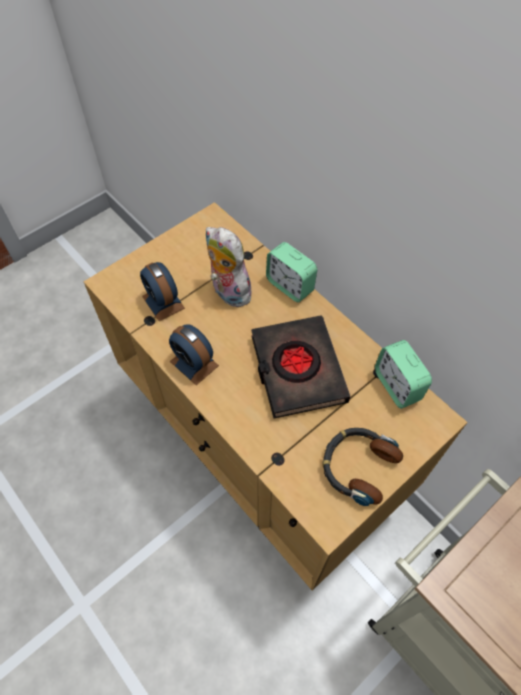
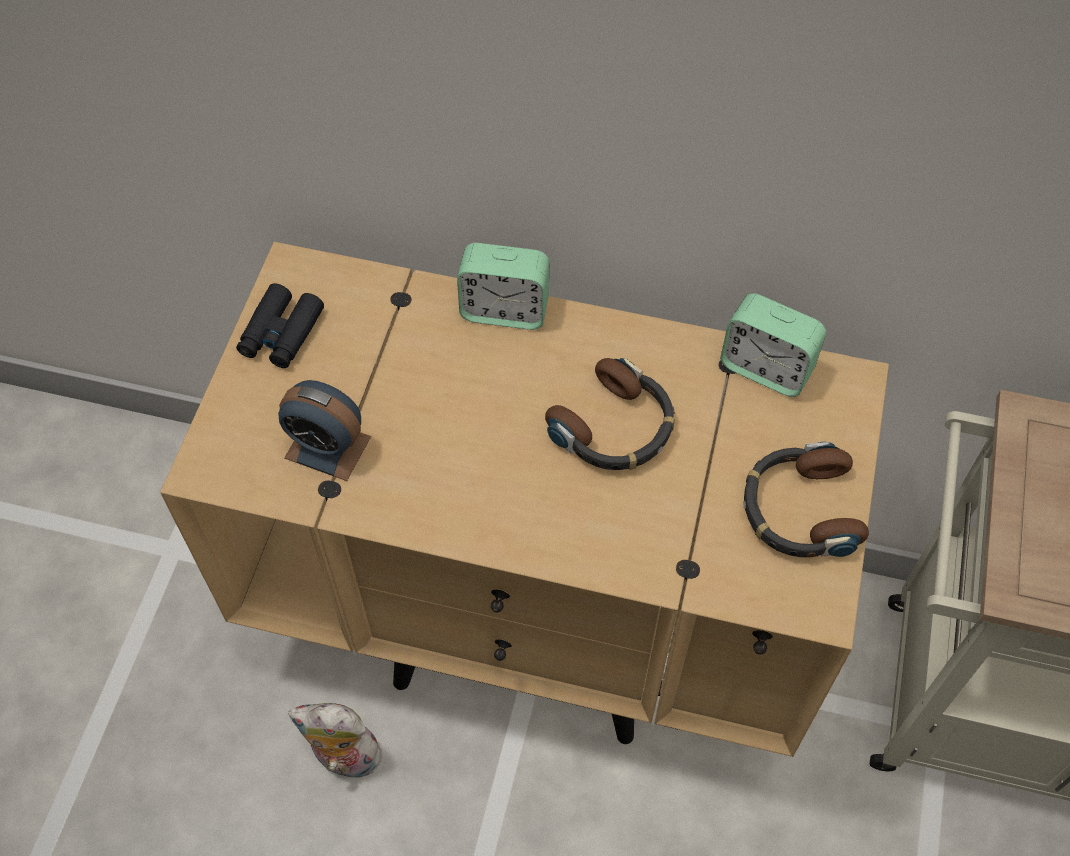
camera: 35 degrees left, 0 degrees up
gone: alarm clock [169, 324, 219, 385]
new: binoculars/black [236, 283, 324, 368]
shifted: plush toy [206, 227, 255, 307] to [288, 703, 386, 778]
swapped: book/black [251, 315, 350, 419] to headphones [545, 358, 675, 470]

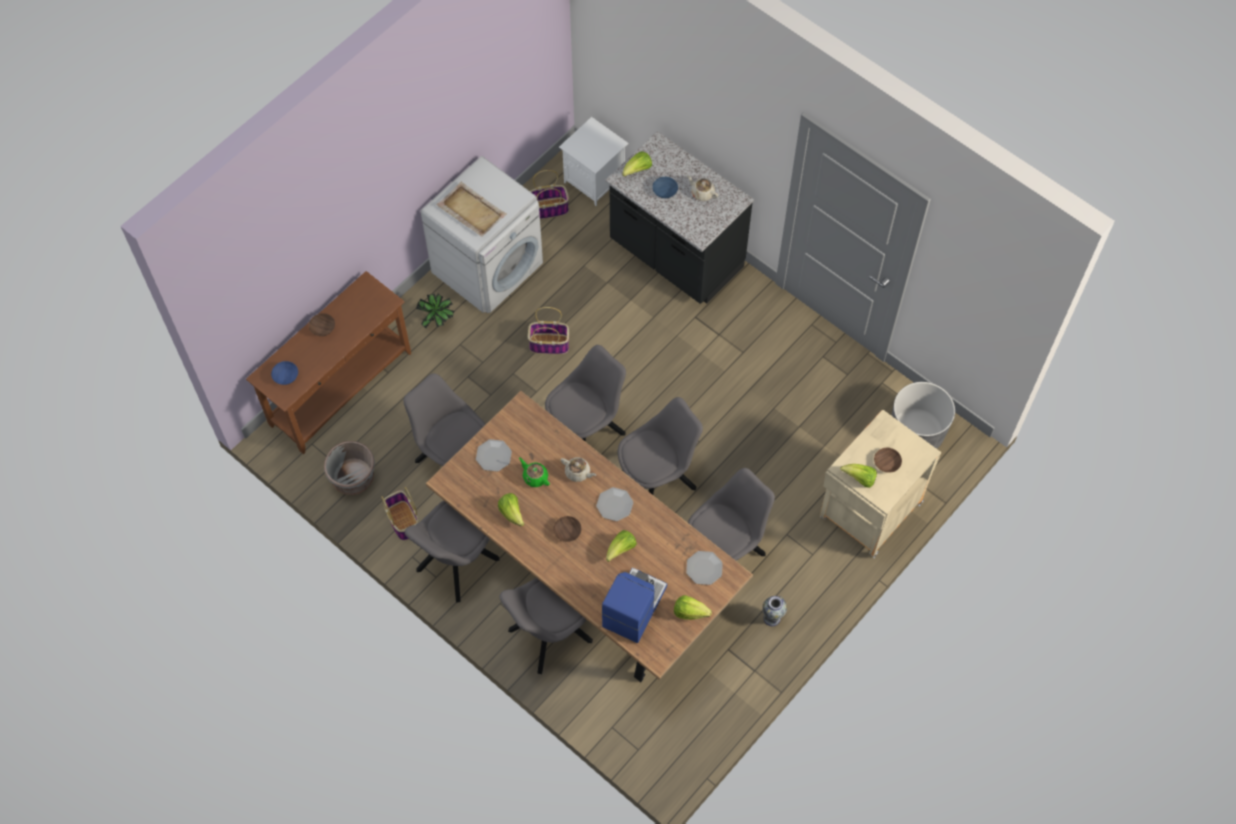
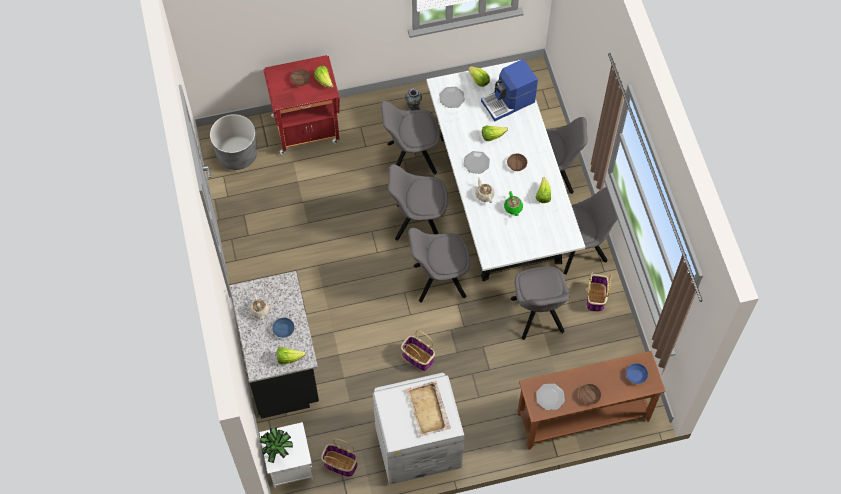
camera: 145 degrees left, 0 degrees up
gone: planter/grey [324, 441, 375, 495]
shifted: potted plant [416, 293, 455, 328] to [260, 427, 293, 463]; plate [476, 439, 512, 472] to [536, 384, 565, 410]
repainted: cart/beige [820, 410, 941, 558] to cart/red [263, 55, 340, 154]; dining table/brown [426, 391, 753, 682] to dining table/white [427, 60, 585, 281]

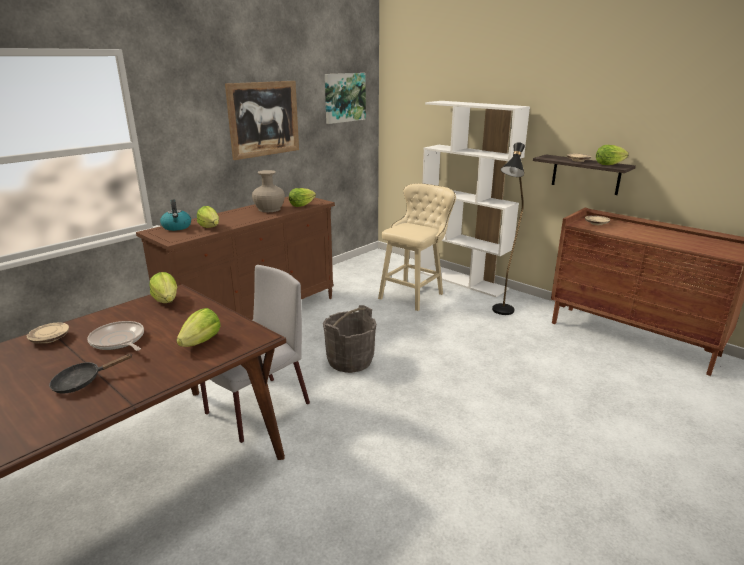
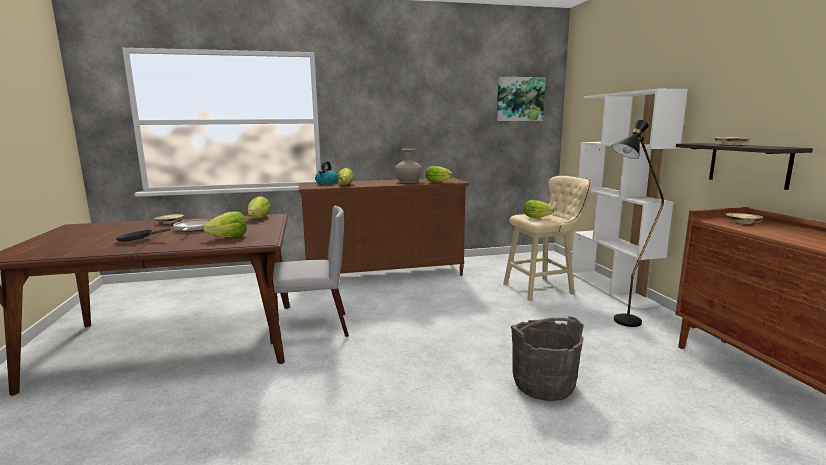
camera: 35 degrees right, 10 degrees down
gone: picture [225, 81, 299, 160]
shifted: bucket/grey [323, 305, 376, 373] to [511, 316, 584, 401]; lettuce [596, 145, 629, 165] to [524, 200, 555, 218]

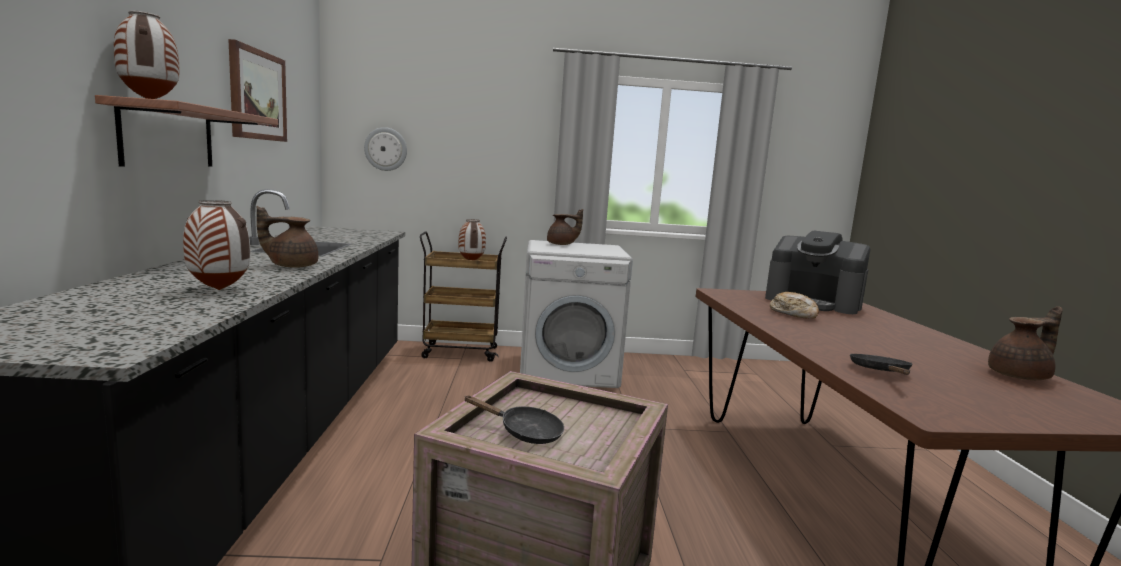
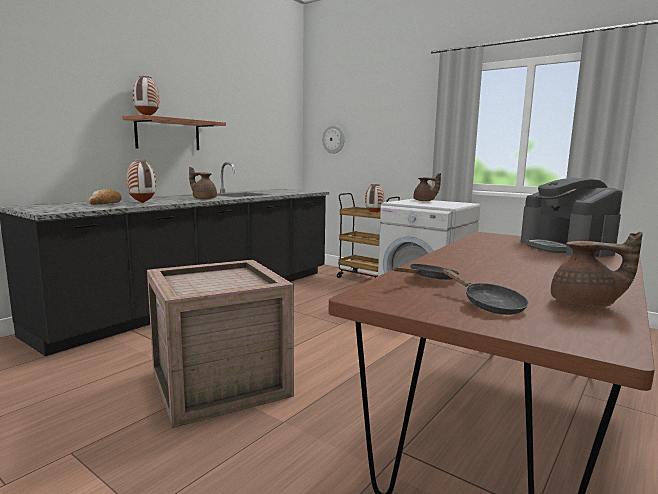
camera: 40 degrees right, 0 degrees up
gone: picture [228, 39, 287, 142]
shifted: bread [770, 292, 819, 319] to [88, 189, 122, 205]; frying pan/black [464, 395, 564, 444] to [442, 268, 529, 315]

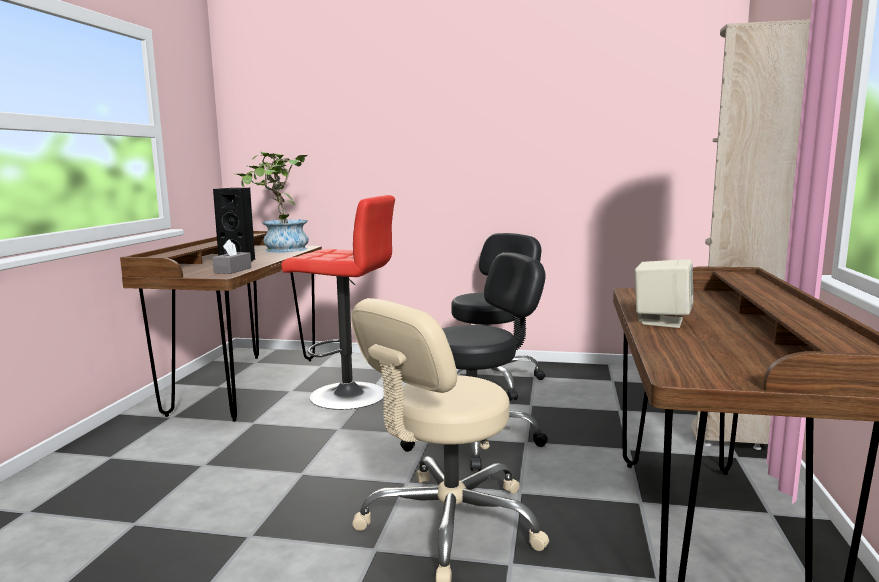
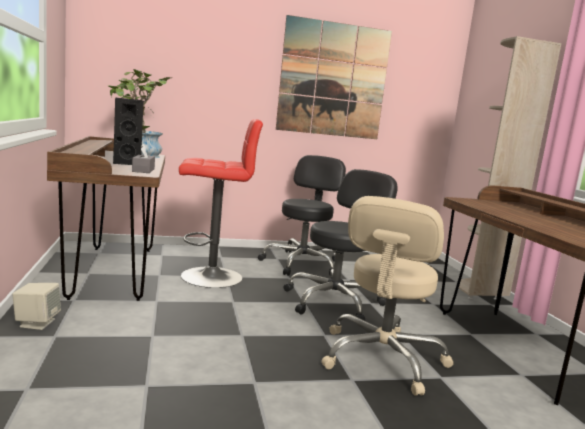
camera: 25 degrees left, 0 degrees up
new: picture [276, 15, 392, 139]
shifted: speaker/beige [635, 259, 694, 328] to [12, 283, 61, 330]

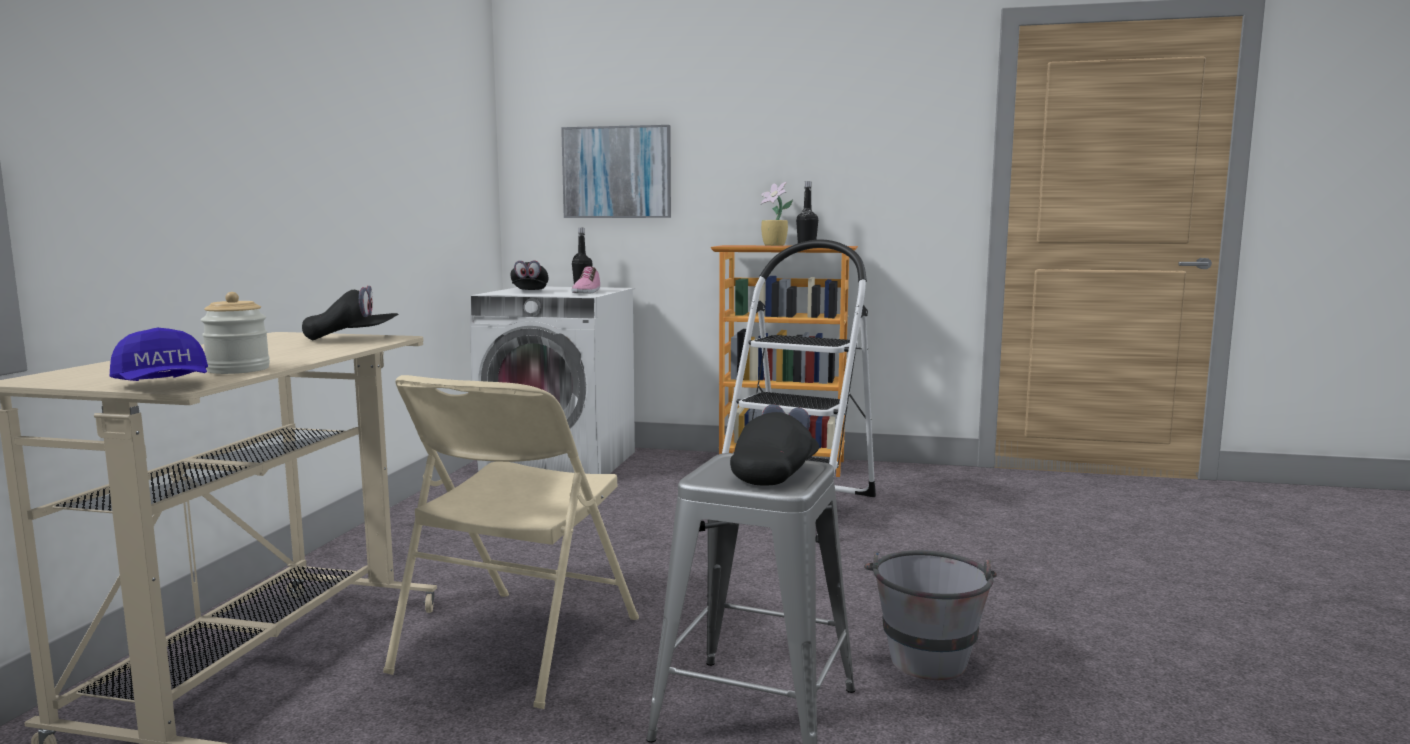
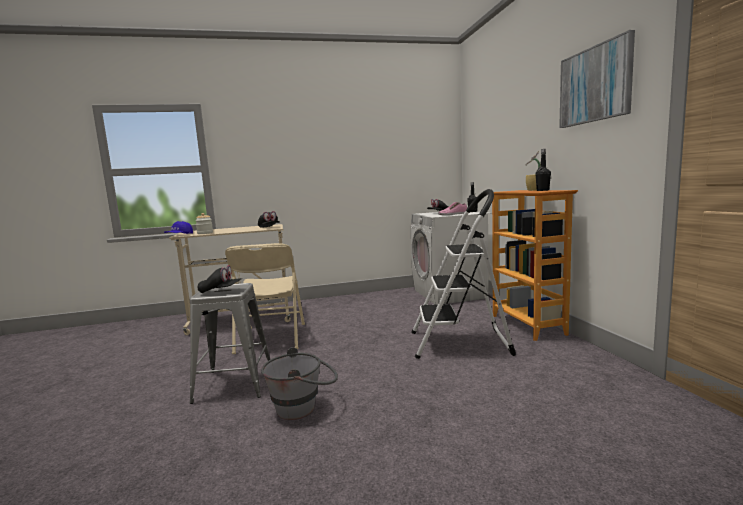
camera: 65 degrees right, 0 degrees up
shifted: picture [561, 125, 671, 218] to [559, 30, 635, 128]
rotated: chair/beige [383, 375, 639, 709] = [225, 243, 305, 354] 90 degrees counterclockwise

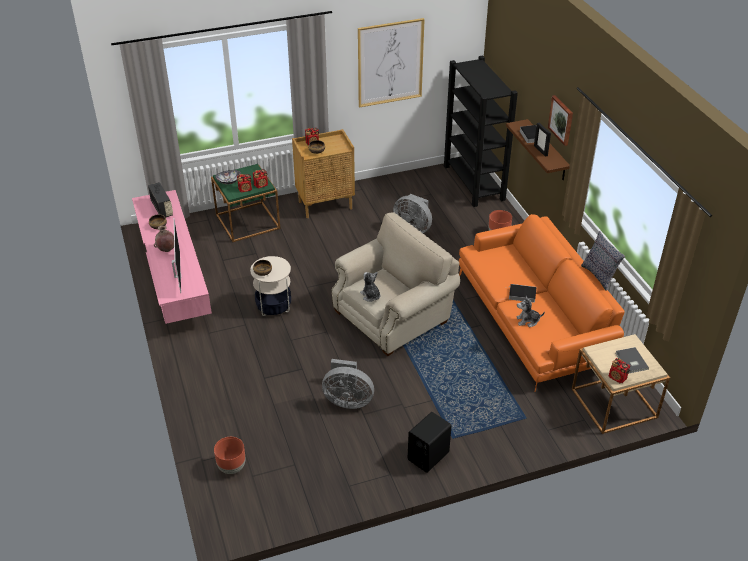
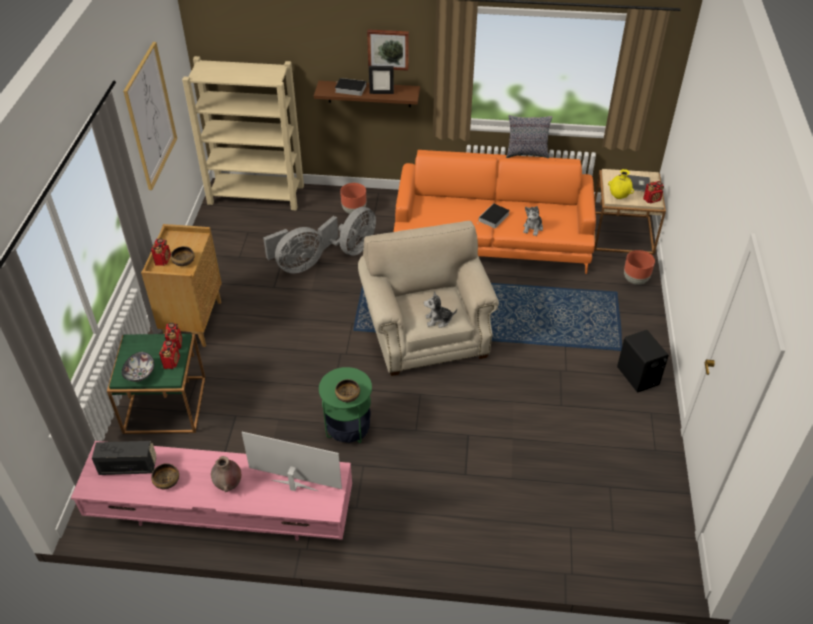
camera: 65 degrees left, 5 degrees up
new: vase/yellow [608, 169, 634, 199]
shifted: fan/grey [322, 359, 374, 409] to [318, 207, 376, 256]; planter/brown [214, 437, 246, 474] to [624, 250, 655, 285]
repainted: bookcase/black [444, 56, 518, 207] to bookcase/beige [182, 56, 304, 210]; side table/beige [250, 256, 291, 316] to side table/green [319, 367, 372, 443]

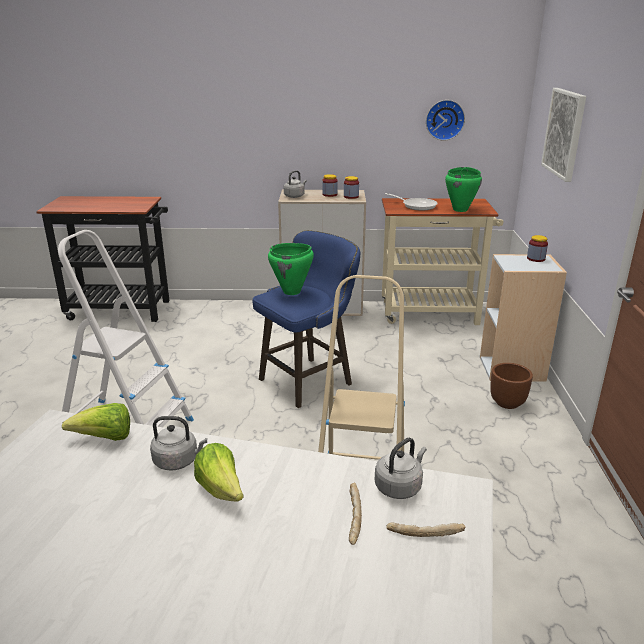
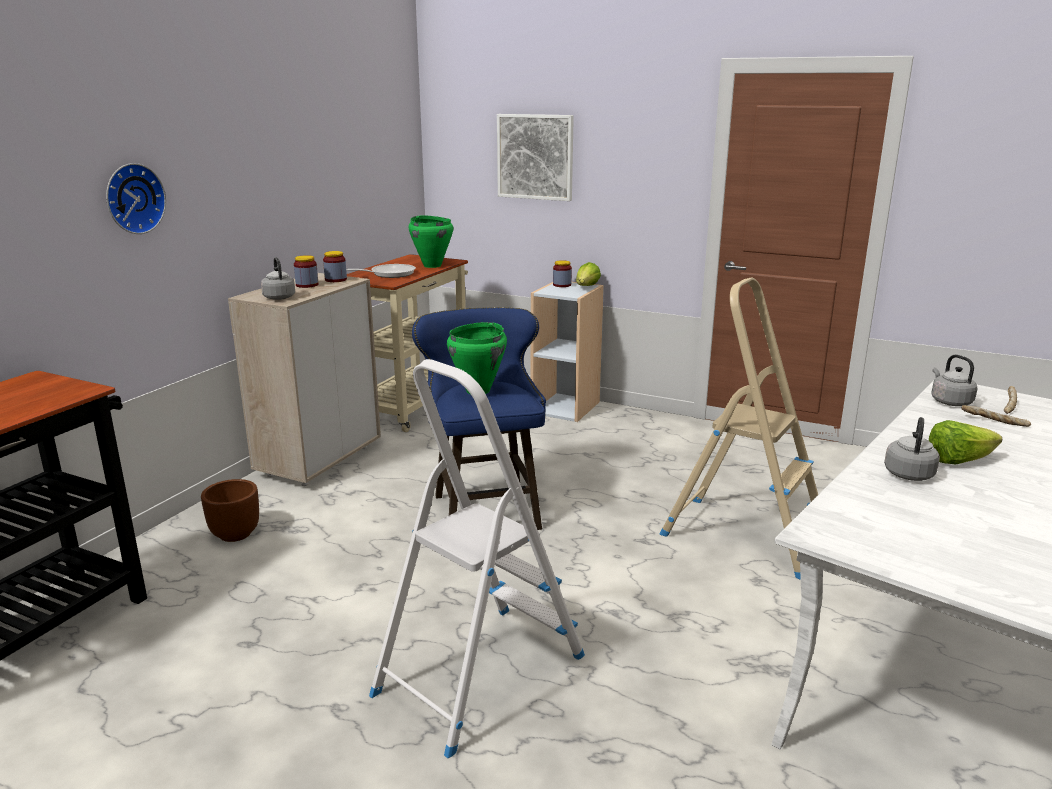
camera: 65 degrees left, 5 degrees down
shifted: wall clock [426, 100, 465, 141] to [106, 163, 166, 234]; planter/brown [490, 363, 533, 409] to [201, 479, 259, 542]; lettuce [62, 403, 130, 441] to [576, 262, 601, 286]

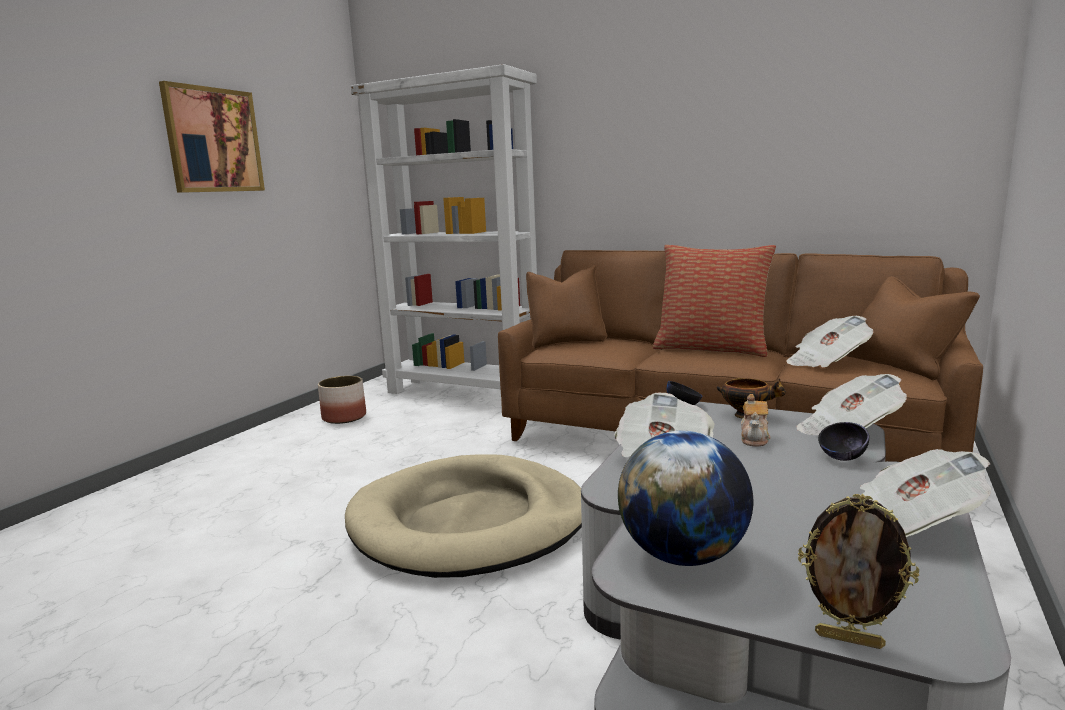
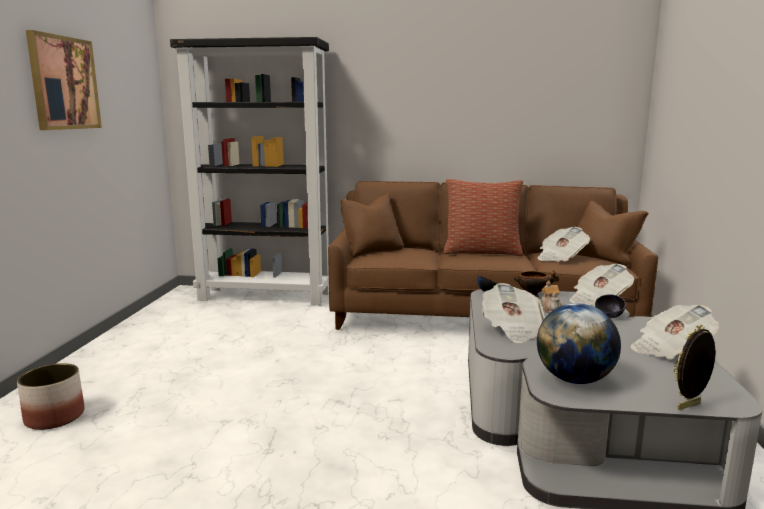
camera: 20 degrees left, 0 degrees up
gone: dog bed/beige [345, 454, 582, 578]
shifted: planter [318, 376, 366, 424] to [17, 363, 84, 430]
repainted: bookcase/white [351, 64, 537, 394] to bookcase/black [170, 37, 329, 305]
rotated: picture frame [798, 494, 919, 649] = [673, 325, 716, 410] 150 degrees clockwise

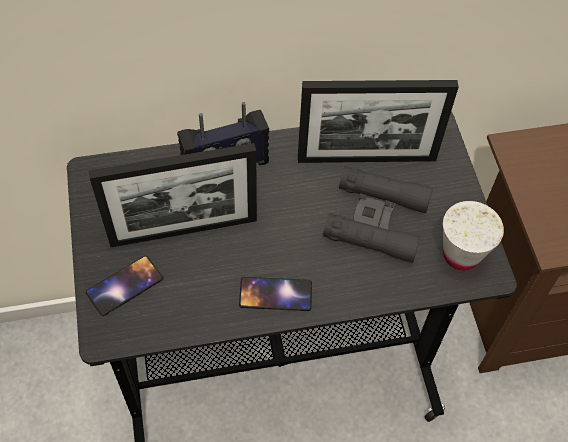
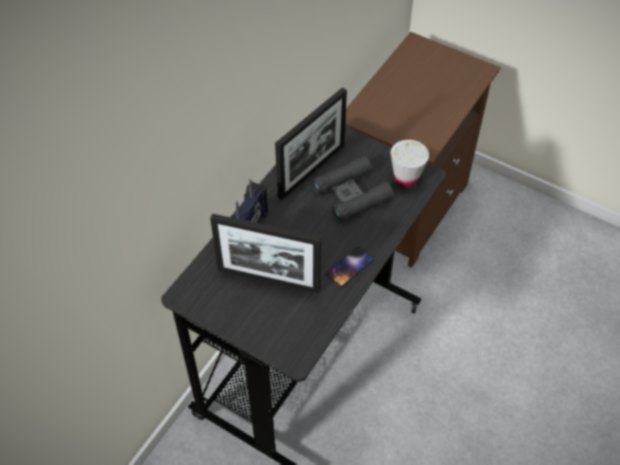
camera: 45 degrees left, 5 degrees down
gone: phone [86, 256, 163, 316]
rotated: picture frame [89, 143, 257, 247] = [210, 214, 321, 293] 75 degrees clockwise

